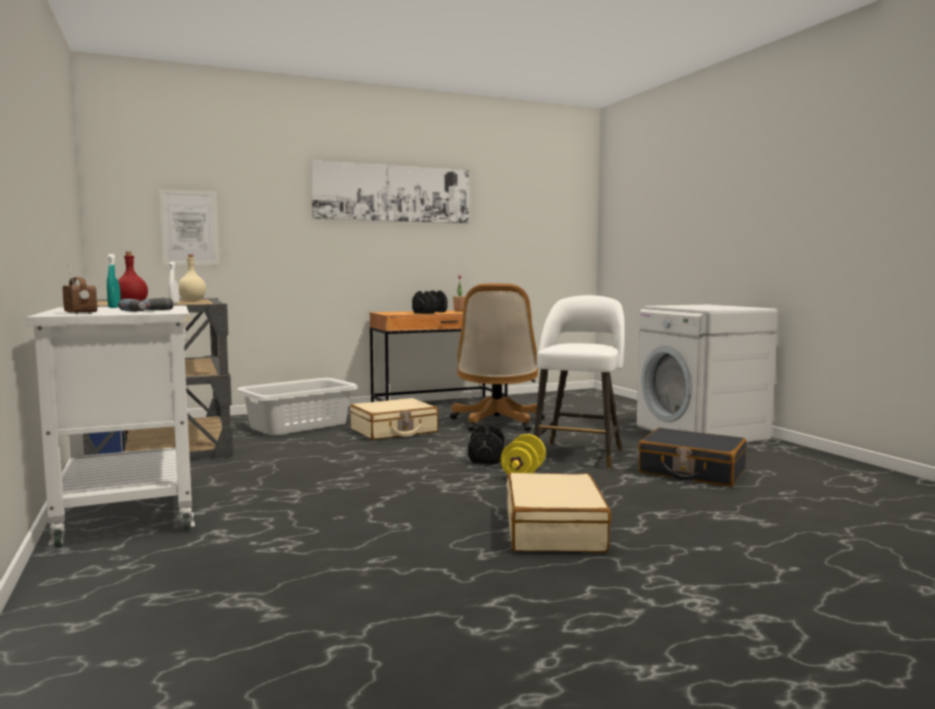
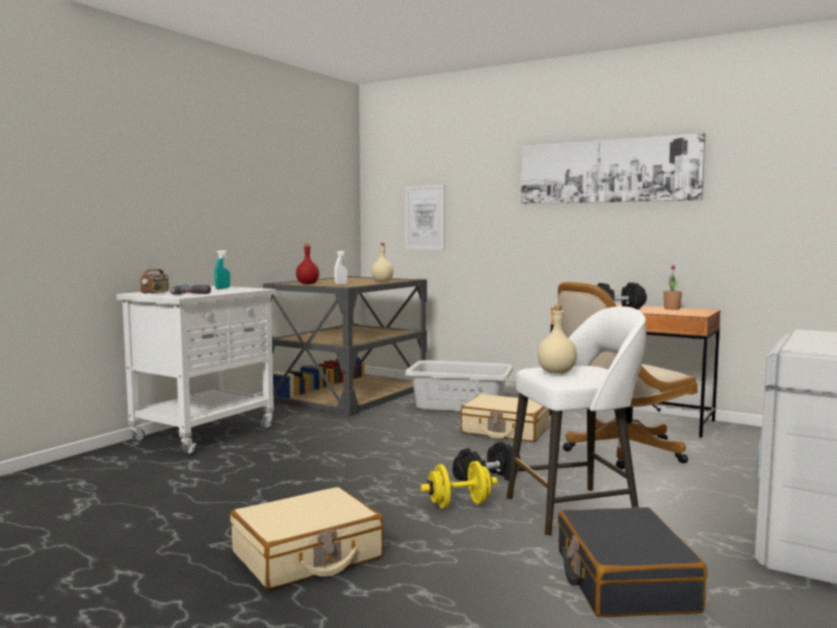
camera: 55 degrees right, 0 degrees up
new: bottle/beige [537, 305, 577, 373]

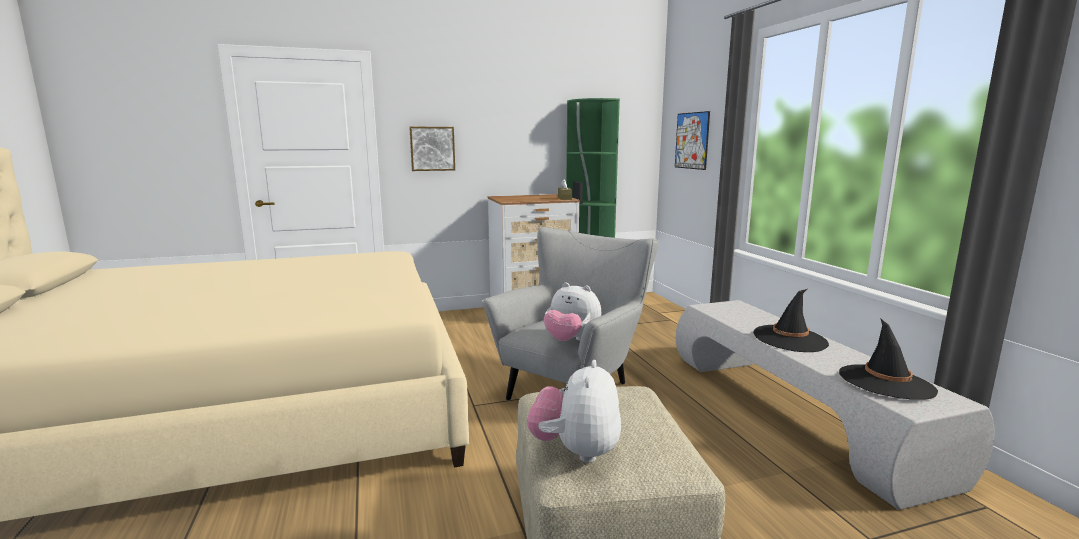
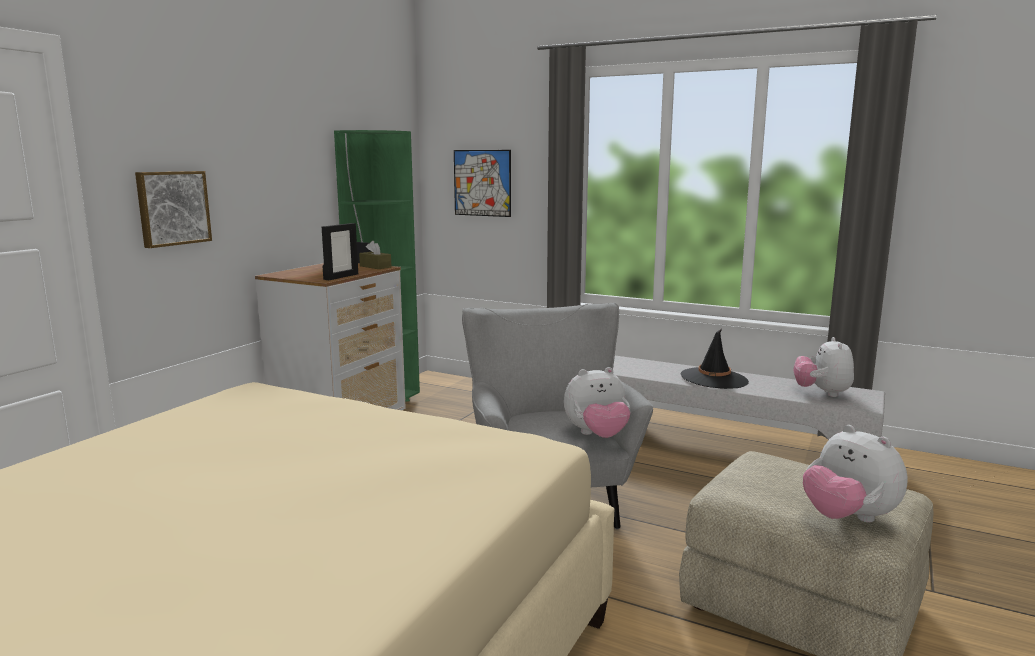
camera: 45 degrees left, 0 degrees up
new: picture frame [322, 223, 358, 280]
swapped: hat/black [839, 318, 938, 400] to plush toy [793, 337, 854, 397]

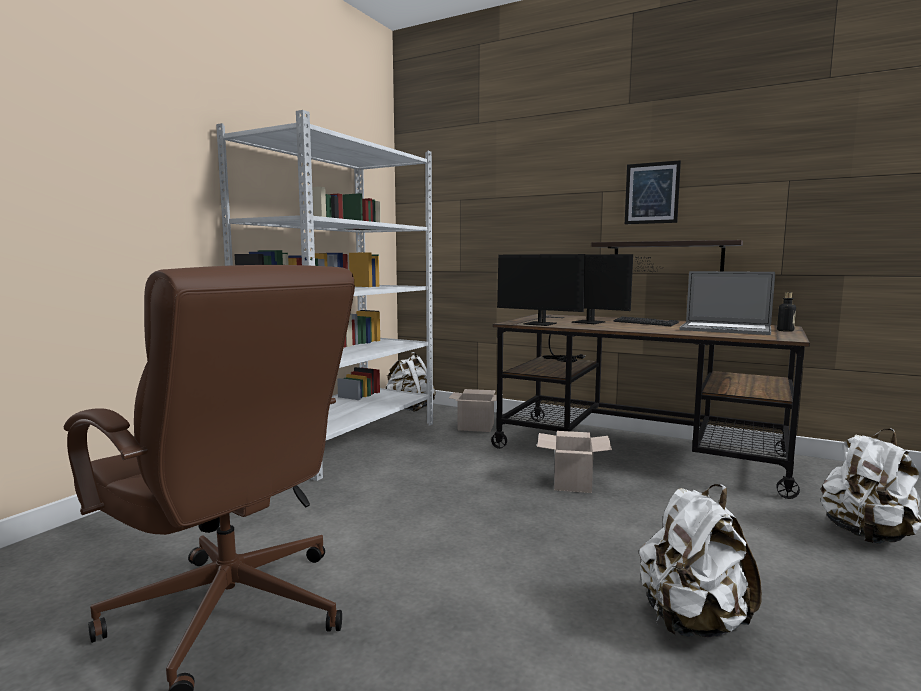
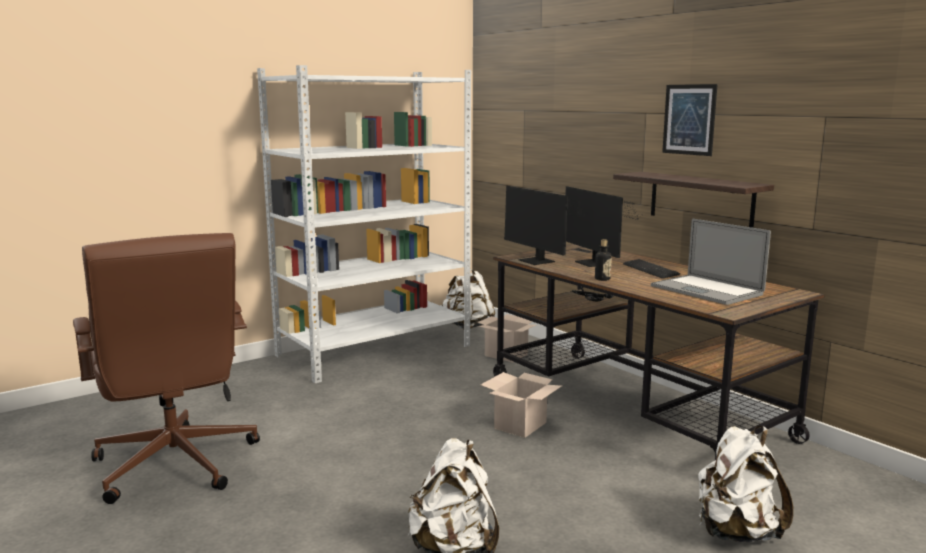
camera: 25 degrees right, 5 degrees up
shifted: bottle [777, 292, 796, 332] to [595, 239, 612, 281]

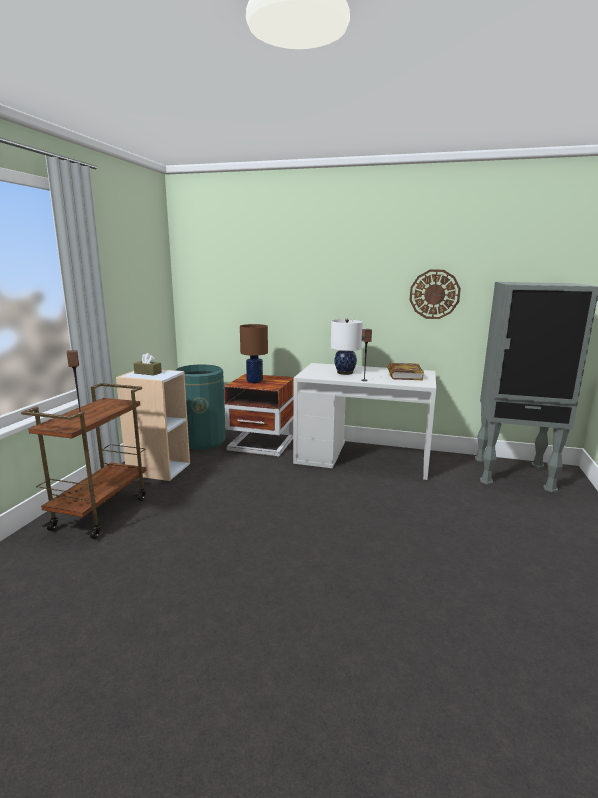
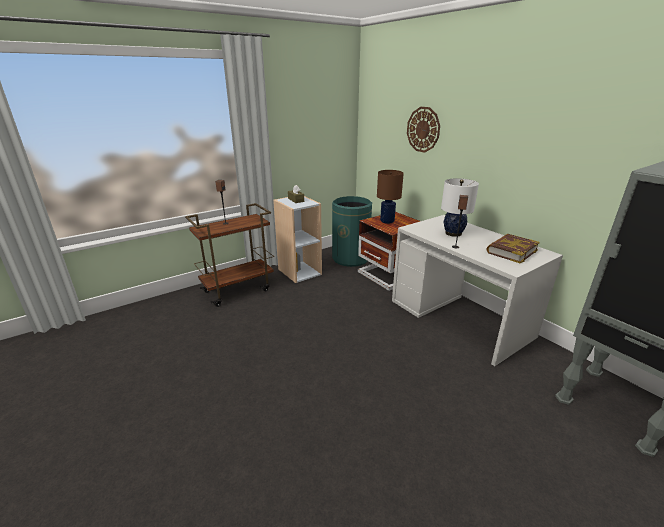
camera: 40 degrees right, 10 degrees up
shifted: wall clock [409, 270, 461, 319] to [407, 107, 440, 153]

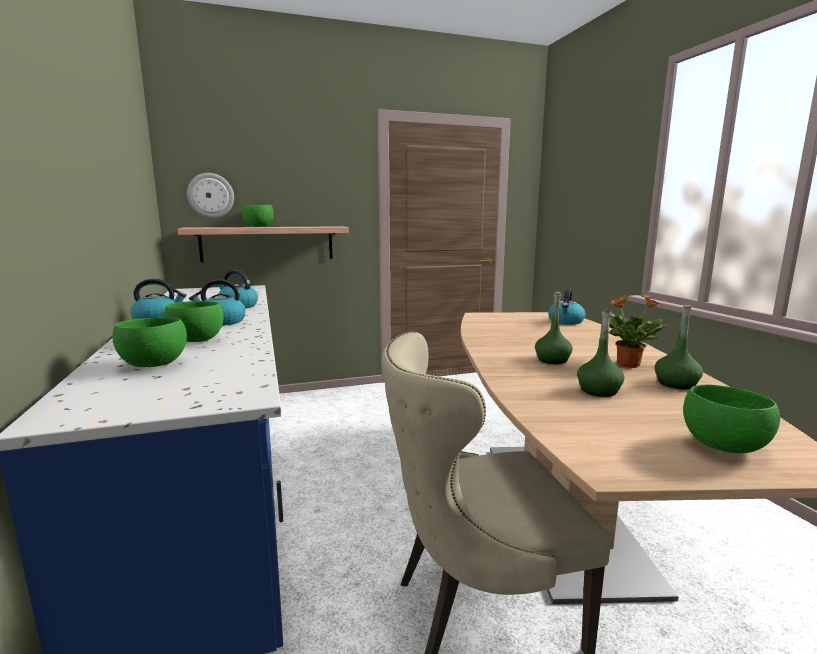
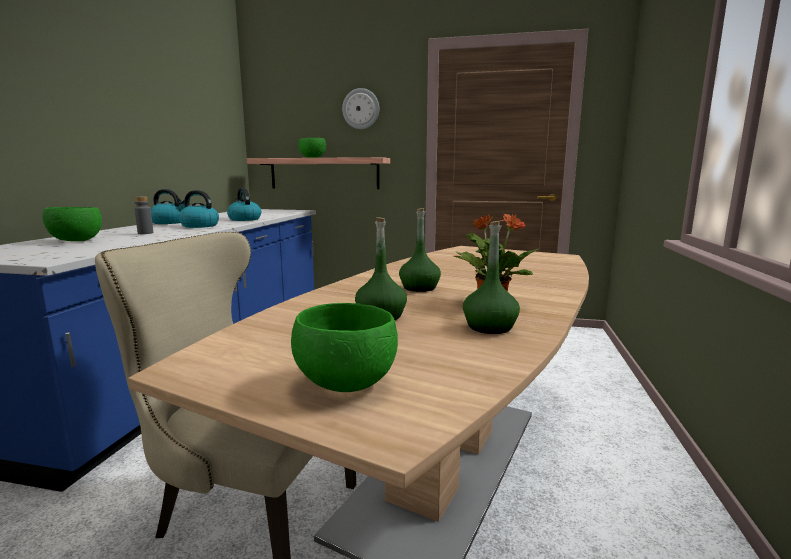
camera: 30 degrees right, 0 degrees up
gone: kettle [548, 288, 586, 325]
shifted: wall clock [187, 173, 234, 218] to [342, 88, 379, 129]
swapped: bowl/green [164, 301, 224, 342] to bottle/grey [134, 197, 153, 234]

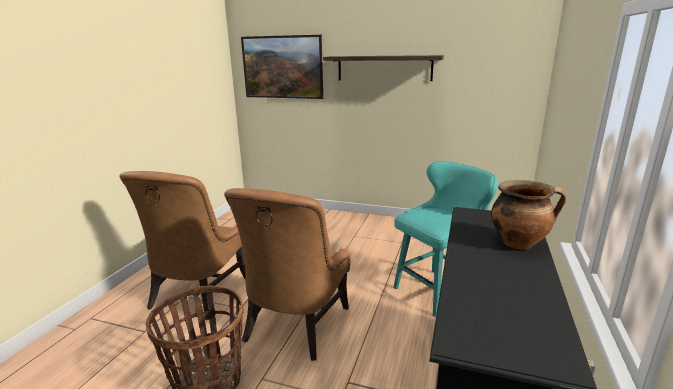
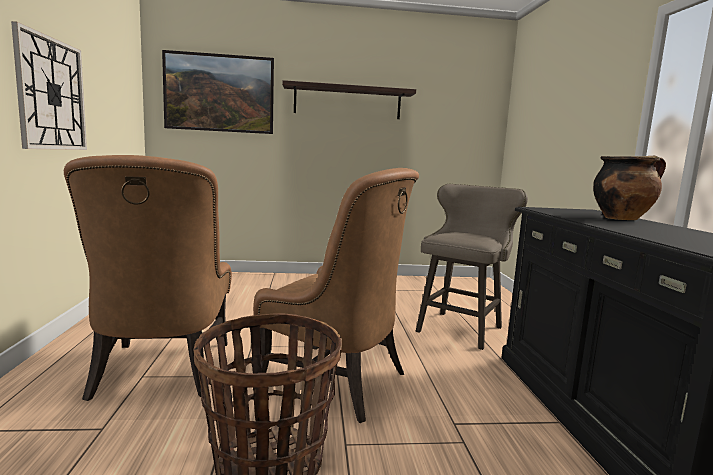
camera: 25 degrees left, 10 degrees down
new: wall clock [11, 21, 87, 150]
repainted: stool/turquoise [393, 161, 498, 317] to stool/beige [416, 184, 528, 350]
rotated: chair/brown [224, 188, 351, 361] = [253, 168, 419, 423] 60 degrees counterclockwise

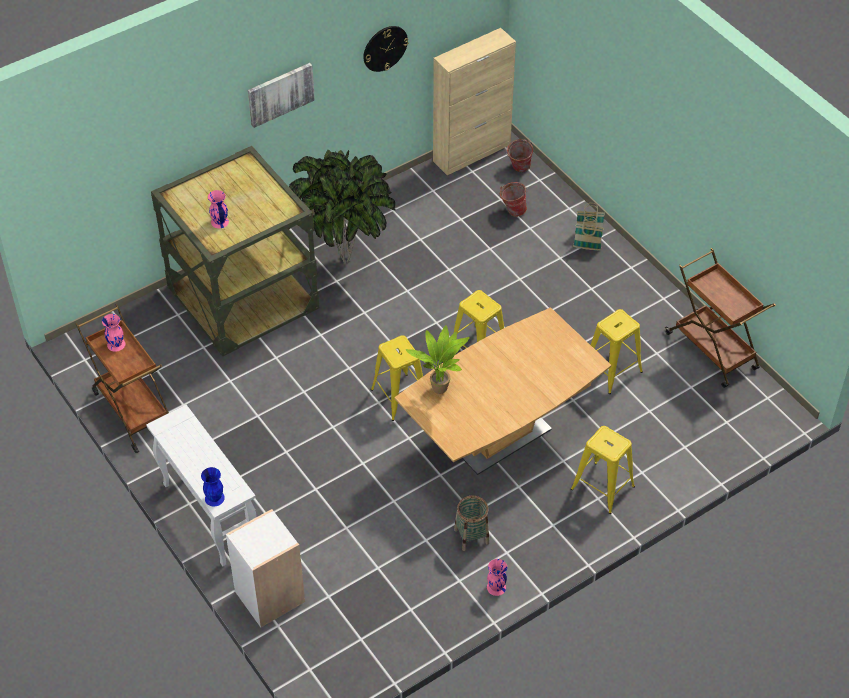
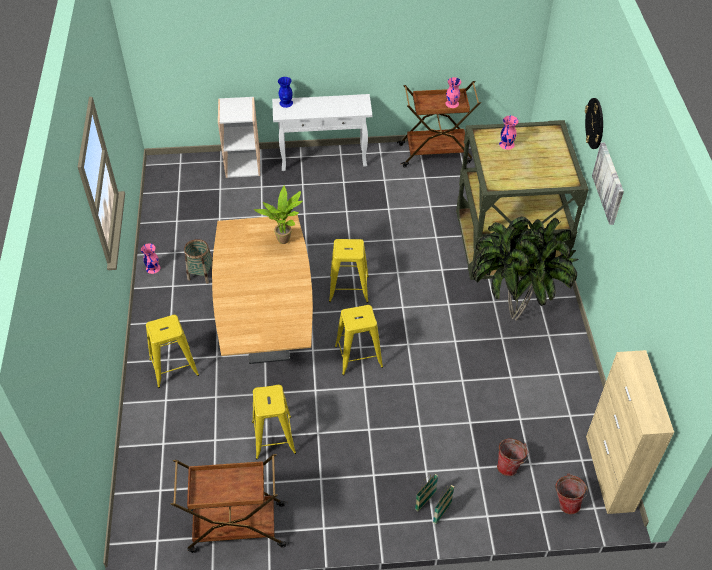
camera: 120 degrees right, 0 degrees up
shifted: wall clock [363, 26, 408, 72] to [585, 98, 603, 149]

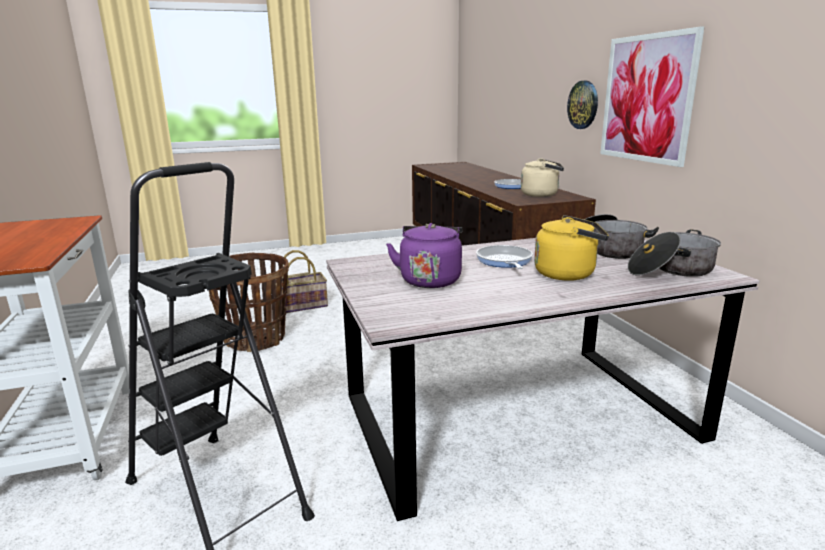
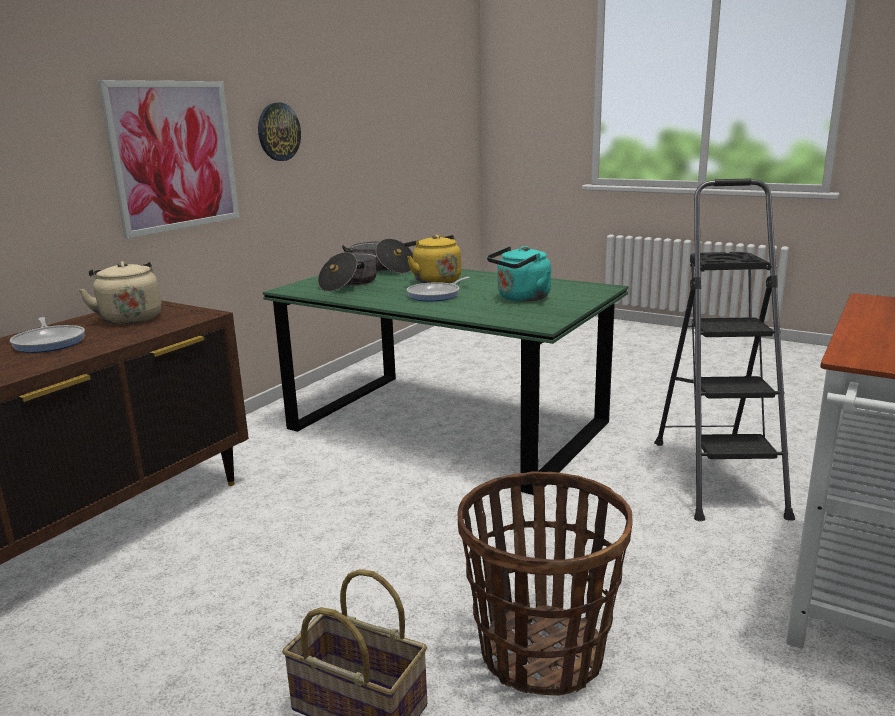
camera: 130 degrees left, 0 degrees up
shifted: wall clock [567, 81, 598, 129] to [258, 103, 301, 161]
repainted: dining table/grey [326, 238, 760, 521] to dining table/green [263, 269, 628, 495]; kettle/purple [386, 223, 462, 288] to kettle/turquoise [487, 246, 551, 302]

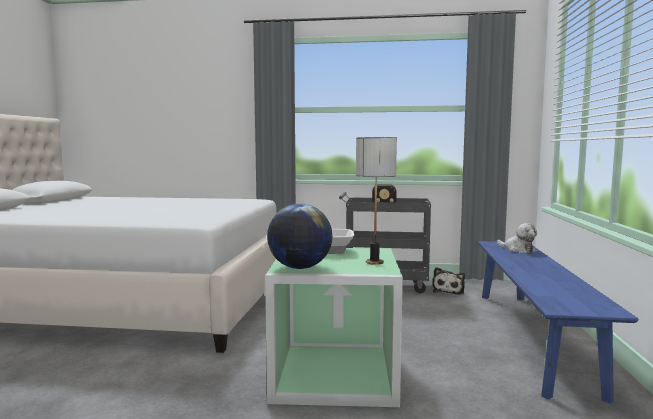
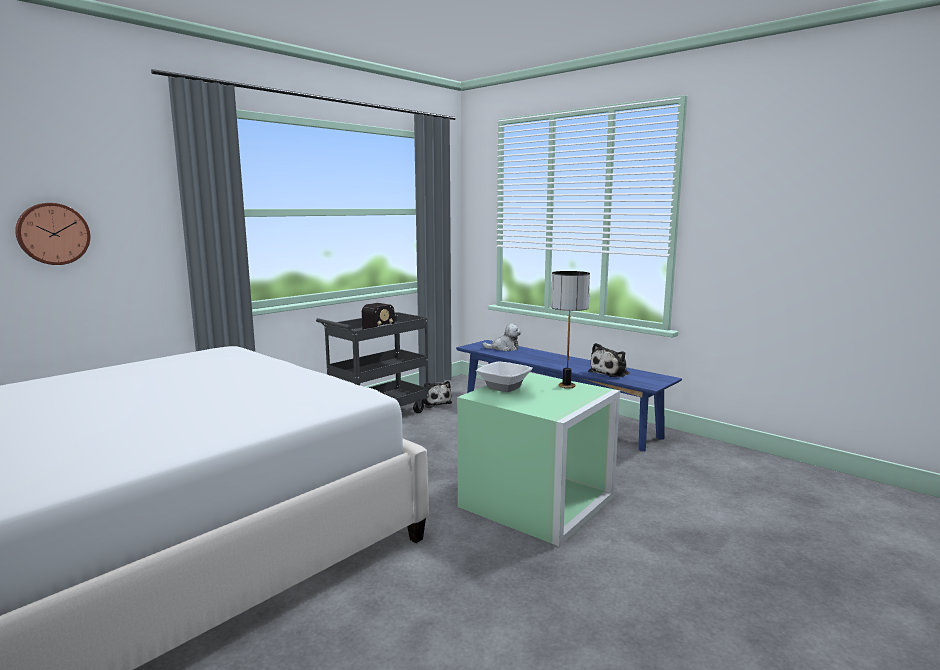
camera: 55 degrees left, 5 degrees up
gone: globe [267, 204, 332, 269]
new: wall clock [15, 203, 90, 265]; plush toy [588, 343, 630, 377]

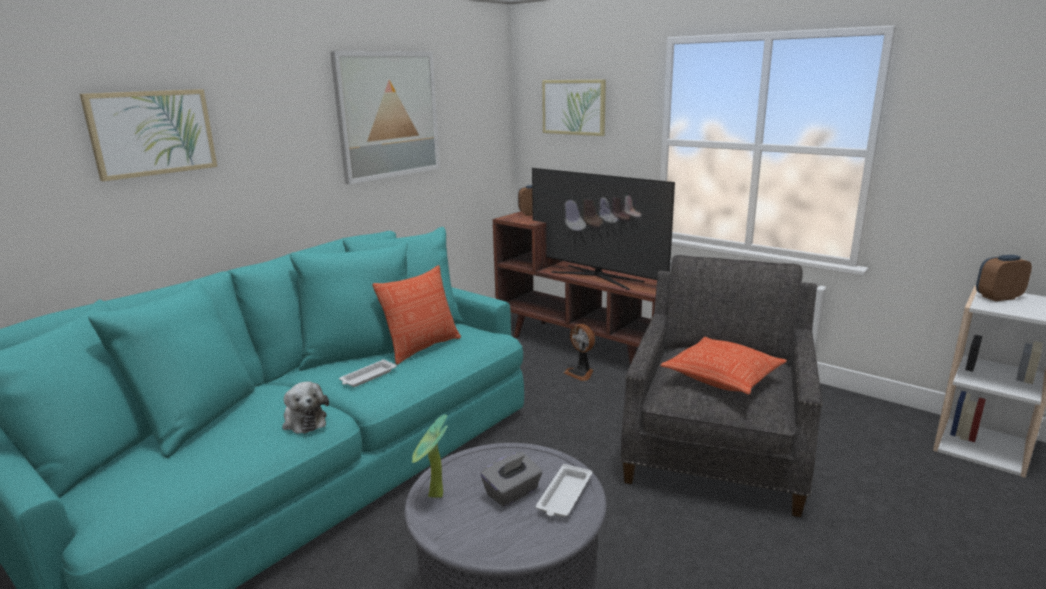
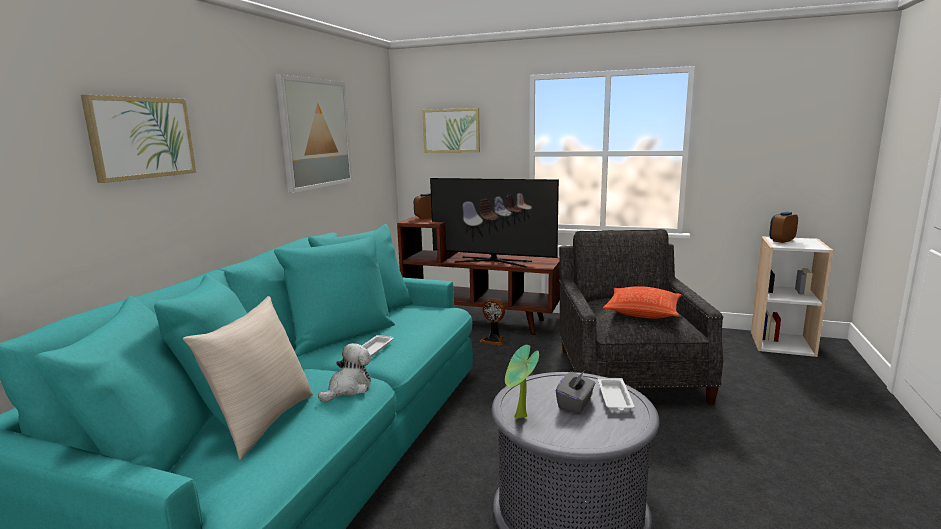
camera: 20 degrees left, 5 degrees down
gone: pillow/orange [373, 265, 461, 365]
new: pillow/beige [183, 296, 313, 460]
rotated: plush toy [282, 381, 329, 434] = [318, 343, 371, 402] 90 degrees counterclockwise

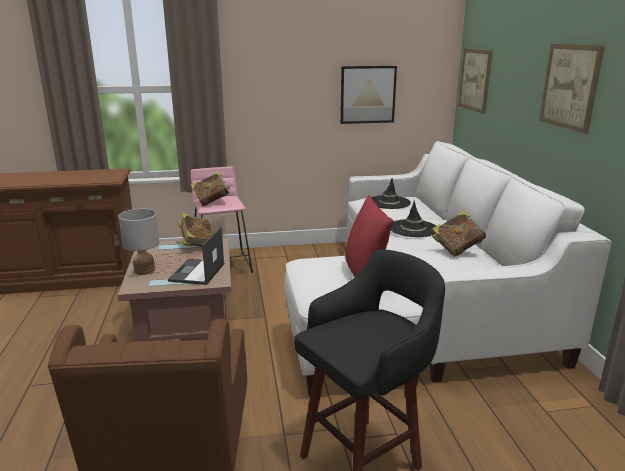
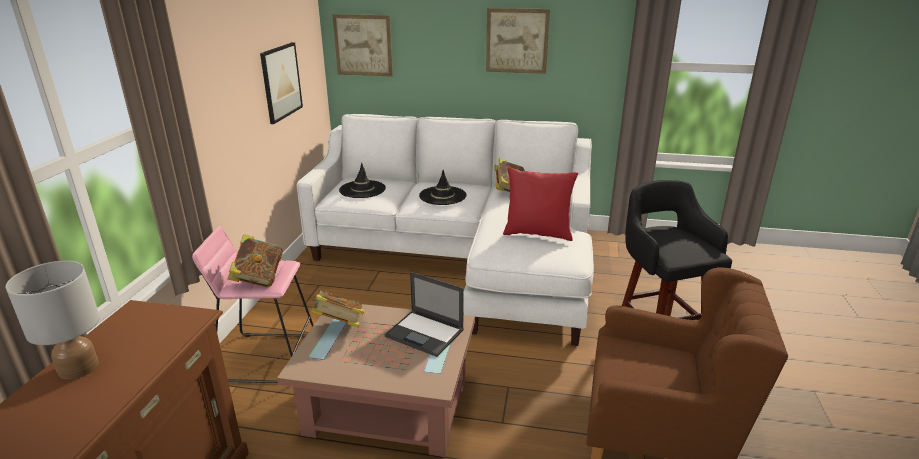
camera: 70 degrees left, 5 degrees up
shifted: table lamp/grey [118, 209, 159, 275] to [5, 261, 100, 380]

